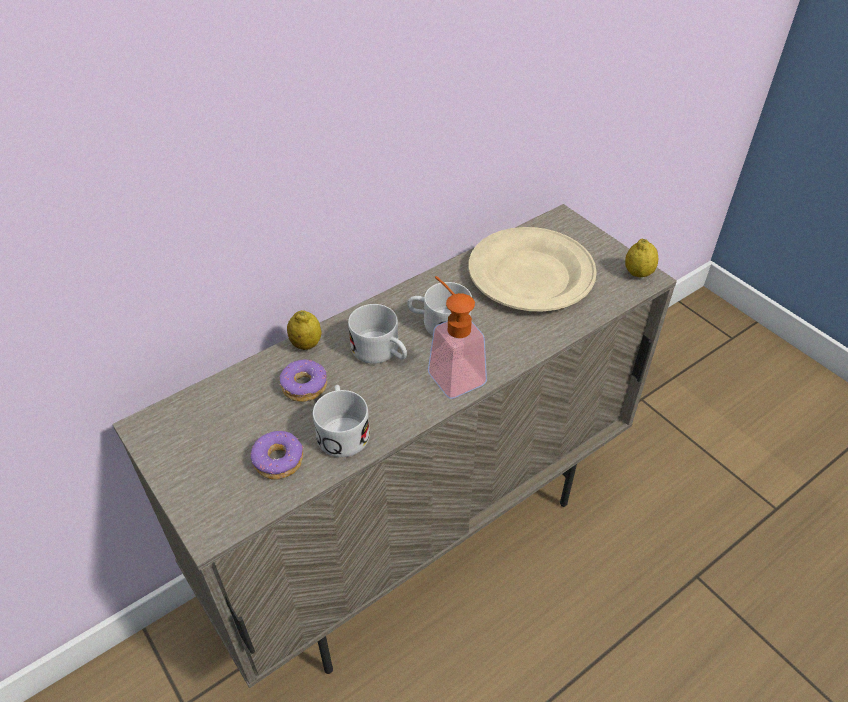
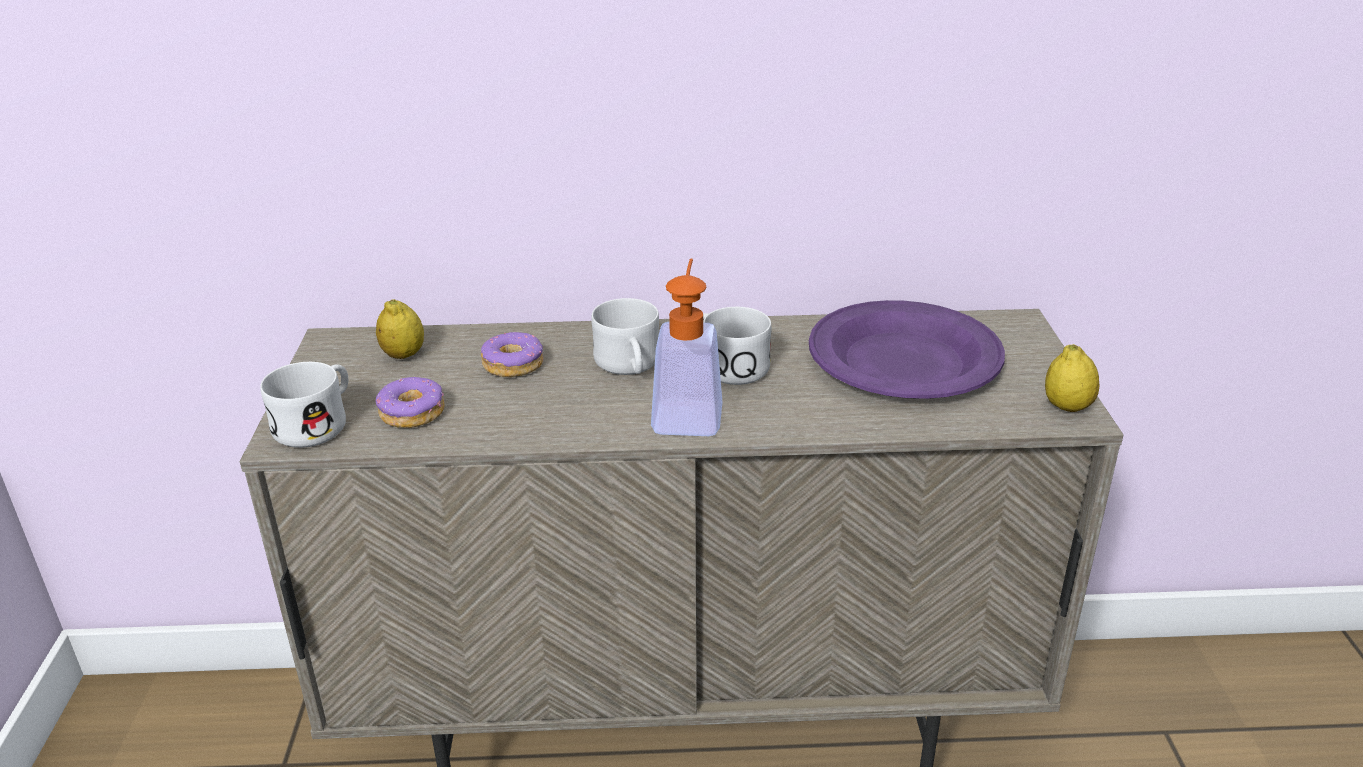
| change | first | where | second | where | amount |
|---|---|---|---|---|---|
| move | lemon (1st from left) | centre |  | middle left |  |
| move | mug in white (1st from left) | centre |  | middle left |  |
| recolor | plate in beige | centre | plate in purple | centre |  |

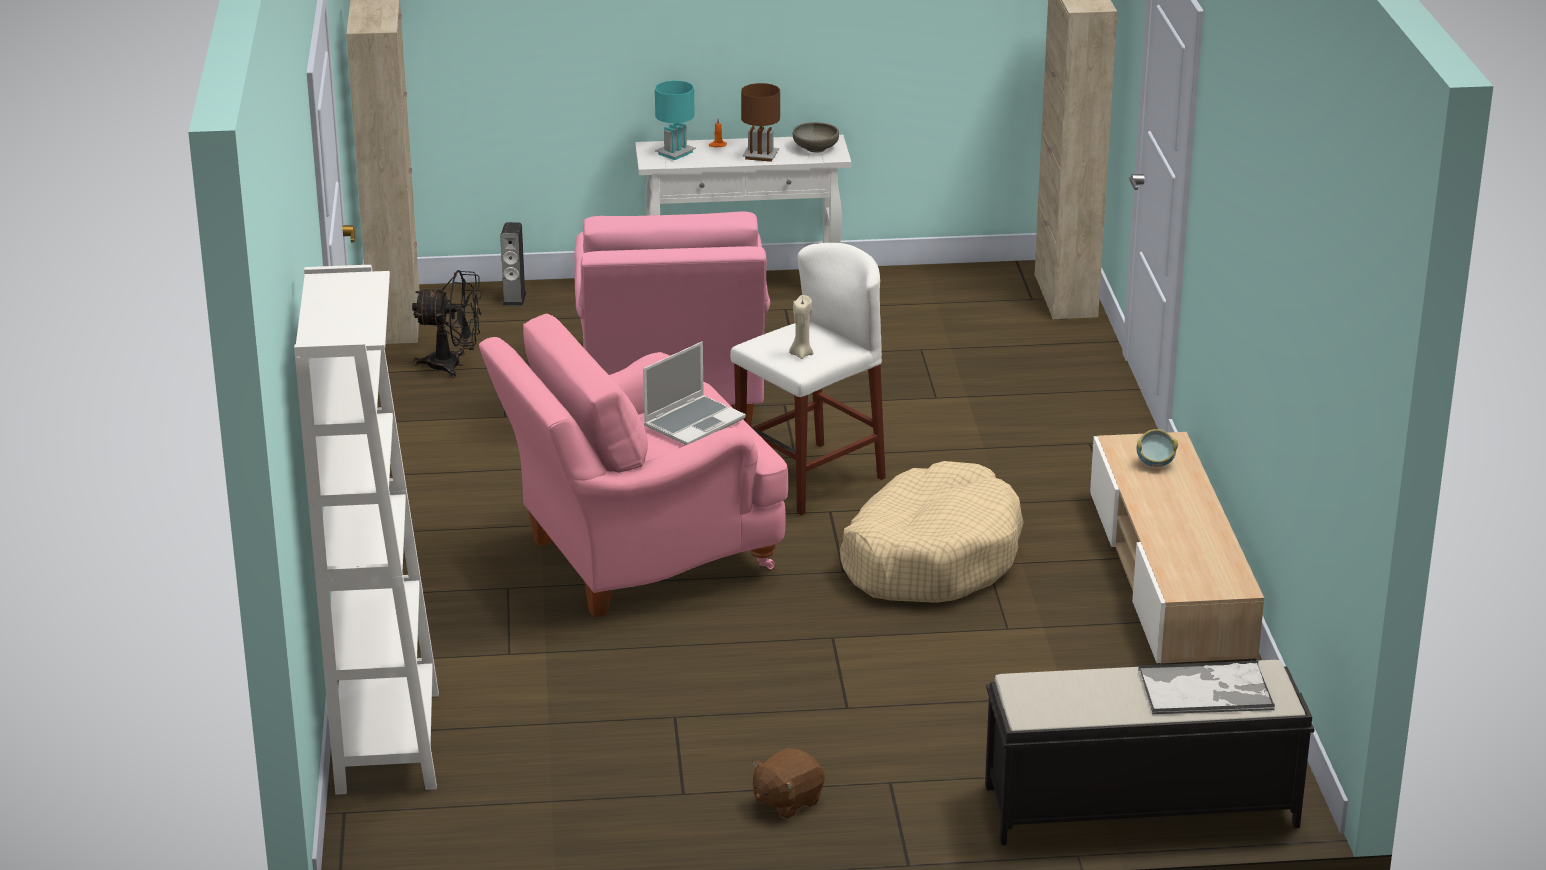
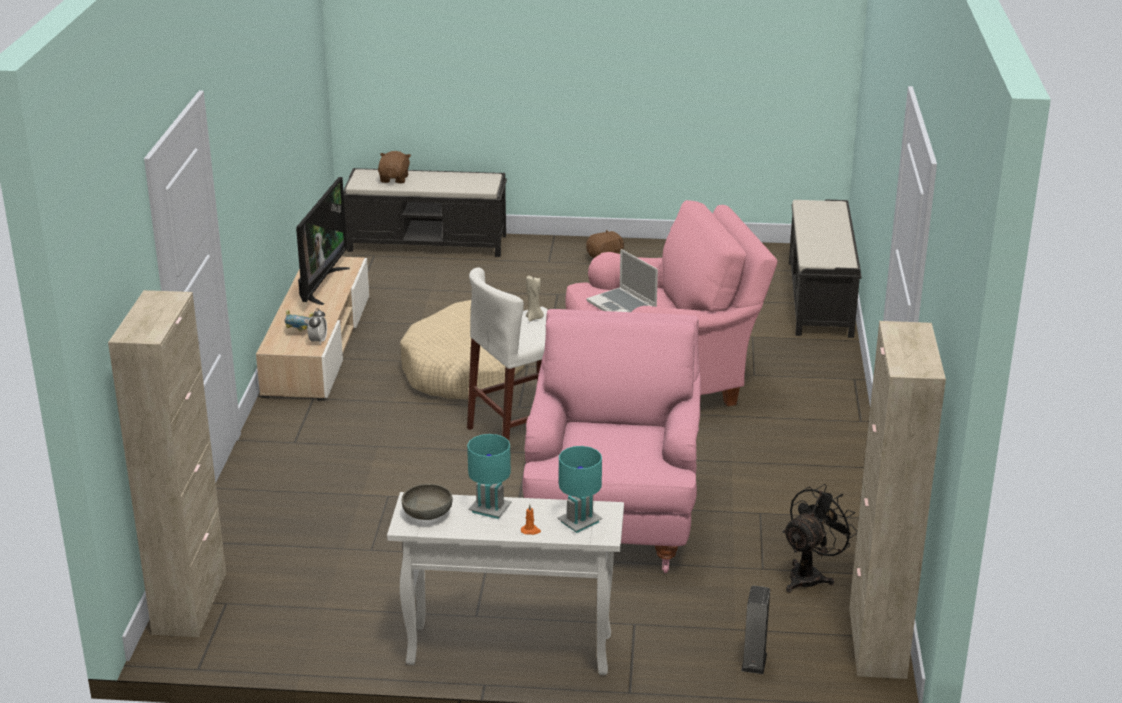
| change | first | where | second | where | amount |
|---|---|---|---|---|---|
| insert |  |  | television | middle left |  |
| insert |  |  | alarm clock | middle left |  |
| replace | bookcase in white | middle left | bench in black (2nd from left) | middle right |  |
| replace | tray | bottom right | plush toy in brown (1st from left) | top centre |  |
| recolor | table lamp in brown | top centre | table lamp in turquoise (1st from left) | bottom centre |  |
| rotate | fan in black | middle left |  | bottom right | 120 degrees clockwise |
| rotate | laptop | centre |  | centre | 90 degrees counterclockwise |

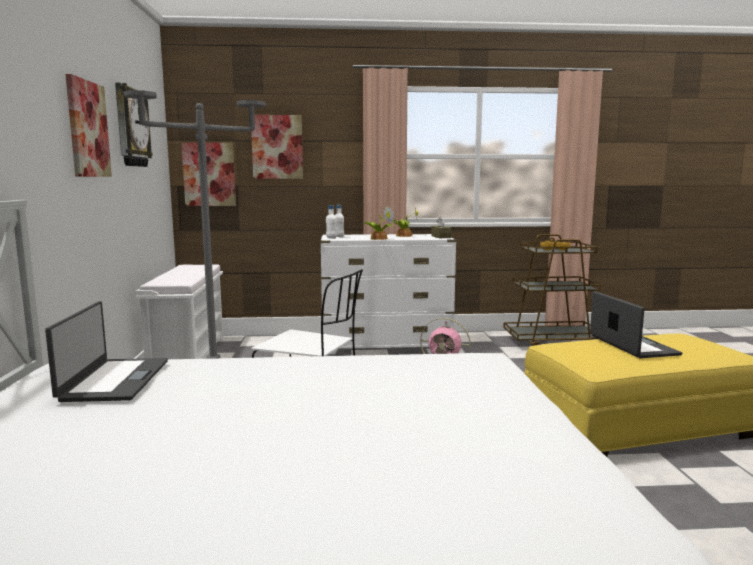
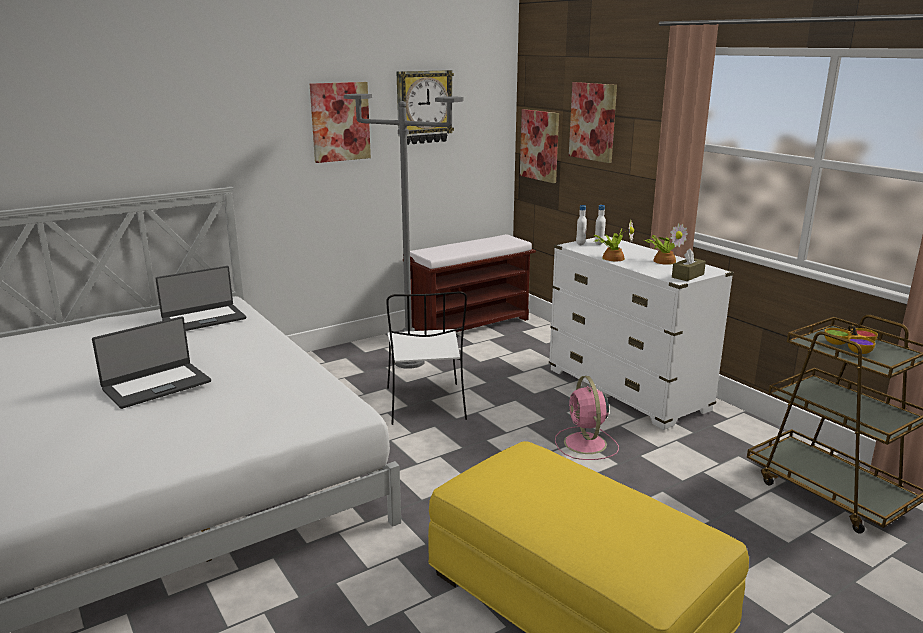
| change | first | where | second | where | amount |
|---|---|---|---|---|---|
| move | laptop (2nd from left in the first image) | middle right | laptop (1st from left) | middle left |  |
| recolor | bench in white | middle left | bench in brown | centre |  |

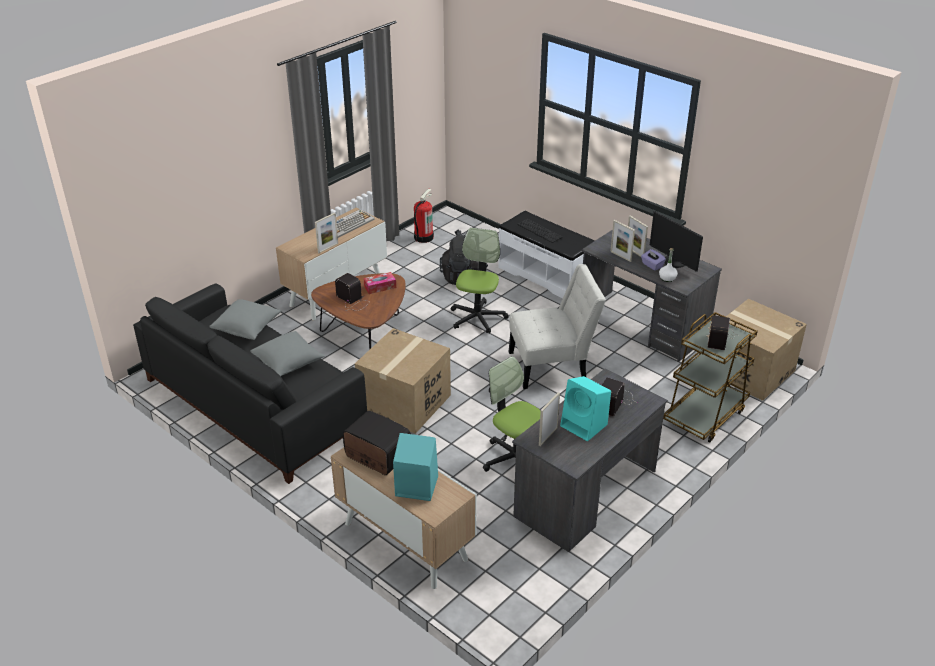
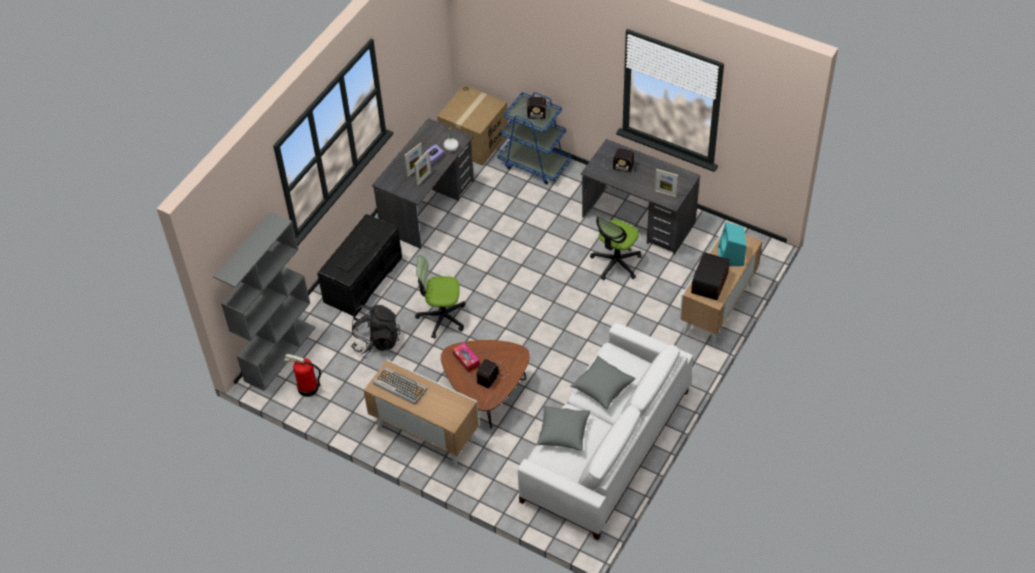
| change | first | where | second | where | amount |
|---|---|---|---|---|---|
| delete | picture frame (1st from left) | centre |  |  |  |
| delete | cardboard box (1st from left) | centre |  |  |  |
| delete | chair in white | centre |  |  |  |
| delete | speaker in turquoise (2nd from left) | centre |  |  |  |
| delete | monitor | middle right |  |  |  |
| insert |  |  | bookcase in grey | middle left |  |
| recolor | sofa in black | middle left | sofa in white | bottom centre |  |
| recolor | bench in white | centre | bench in black | centre |  |
| recolor | cart in brown | middle right | cart in blue | top centre |  |

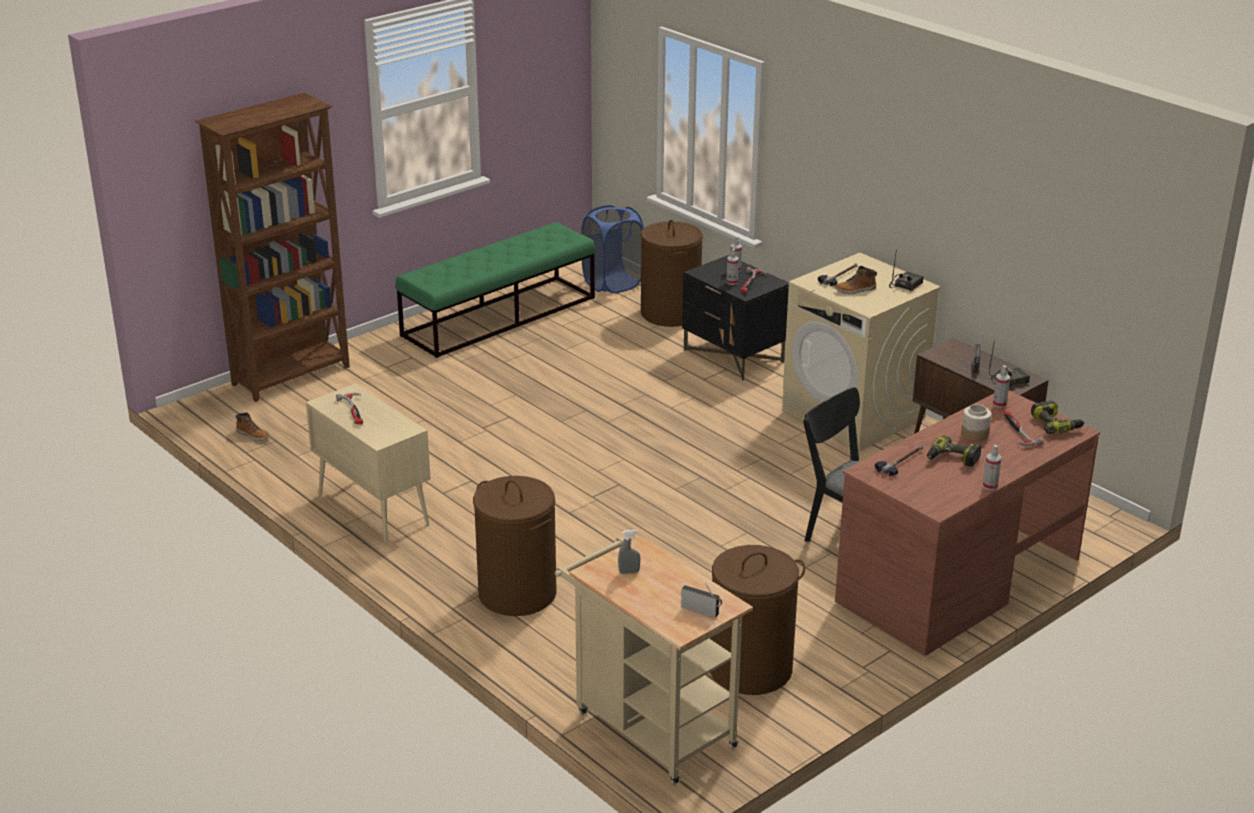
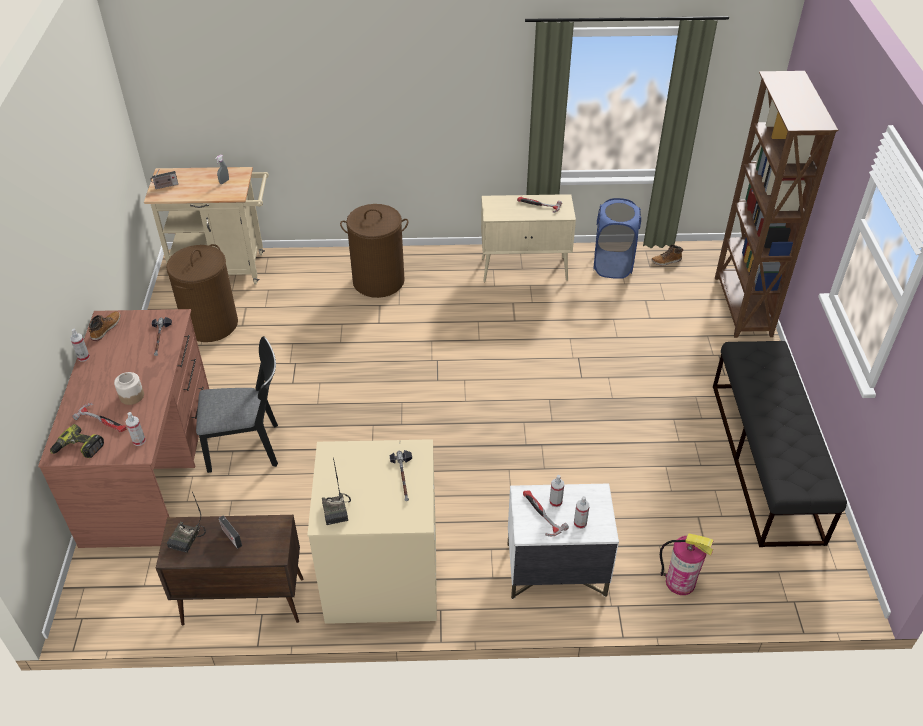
| change | first | where | second | where | amount |
|---|---|---|---|---|---|
| delete | power drill (1st from left) | middle right |  |  |  |
| move | laundry basket in blue | top centre |  | top right |  |
| move | boot (2nd from left in the first image) | middle right | boot (1st from left) | middle left |  |
| replace | laundry basket in brown (2nd from left) | centre | fire extinguisher | bottom right |  |
| recolor | bench in green | centre | bench in black | middle right |  |
| recolor | nightstand in black | centre | nightstand in white | bottom centre |  |

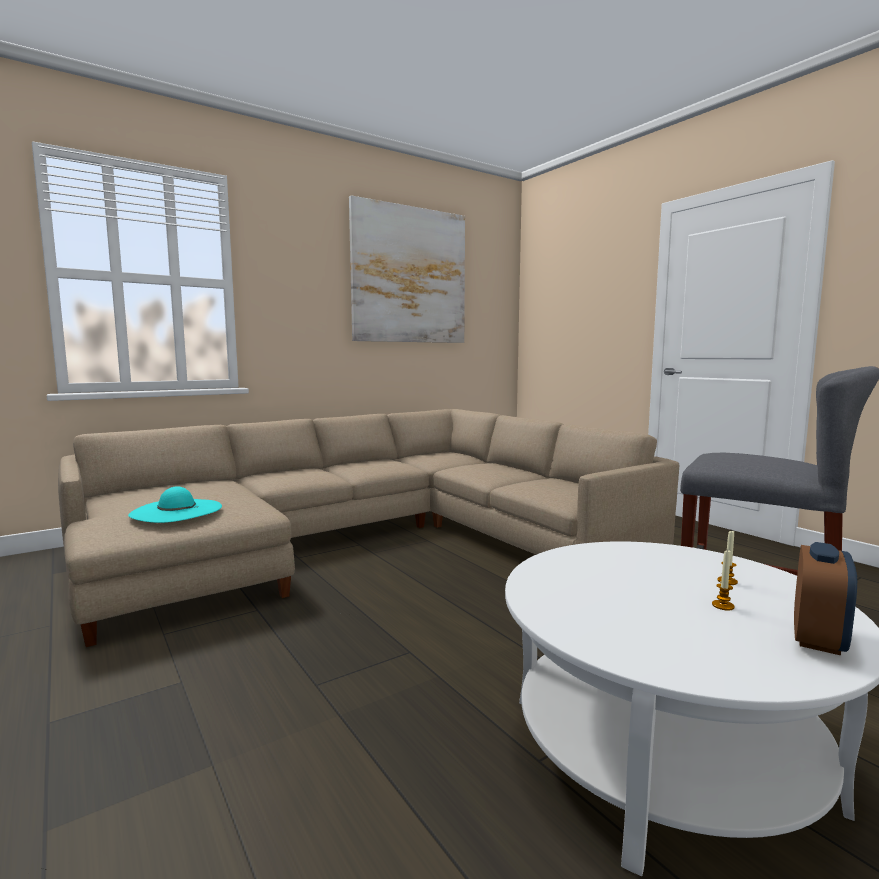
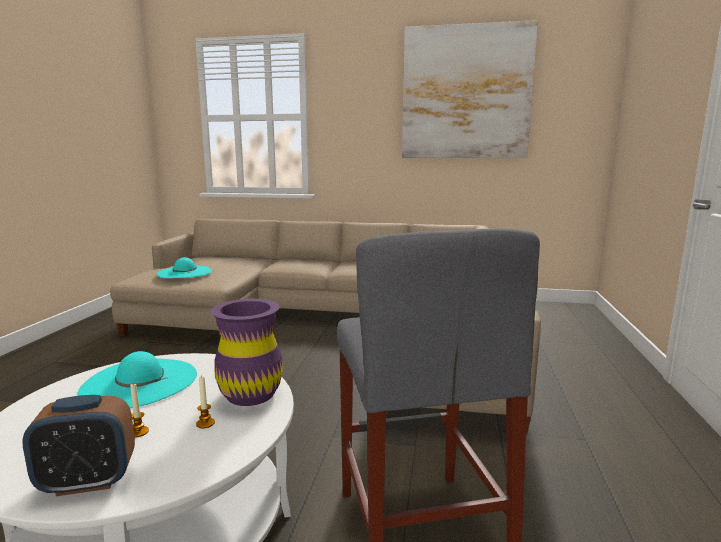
| change | first | where | second | where | amount |
|---|---|---|---|---|---|
| insert |  |  | hat in turquoise (1st from left) | bottom left |  |
| insert |  |  | vase in purple | centre |  |

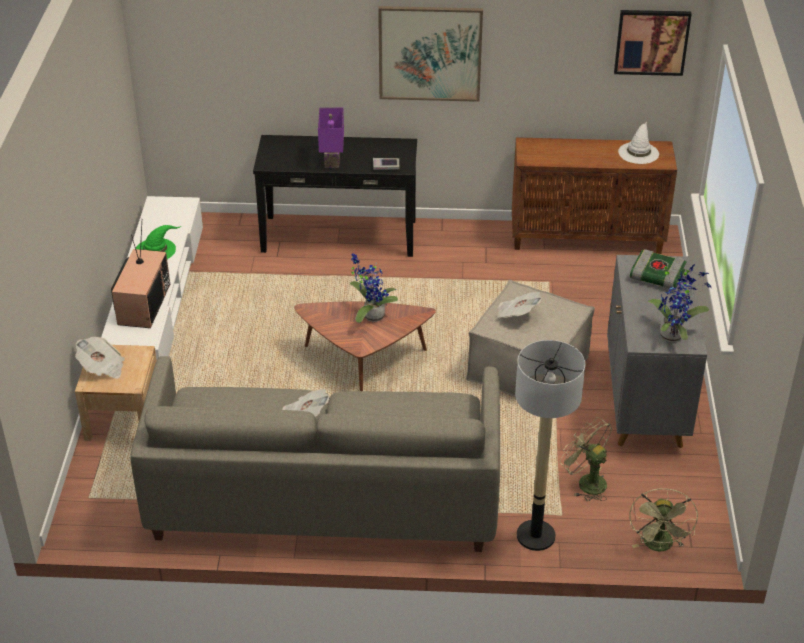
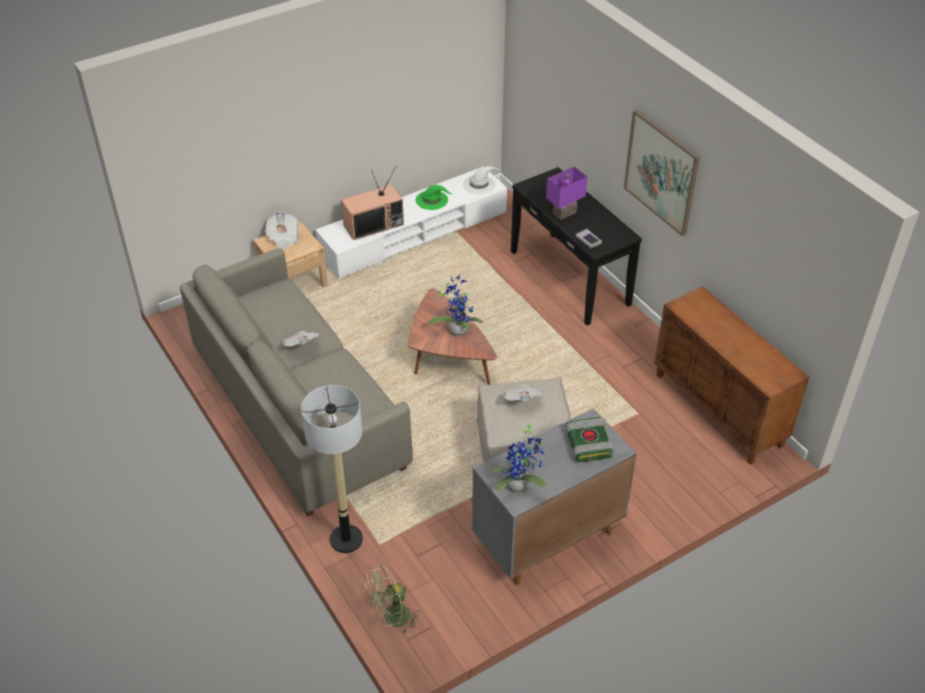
| change | first | where | second | where | amount |
|---|---|---|---|---|---|
| delete | fan in green (1st from left) | bottom right |  |  |  |
| delete | picture (2nd from left) | top right |  |  |  |
| move | hat in white | top right |  | top centre |  |

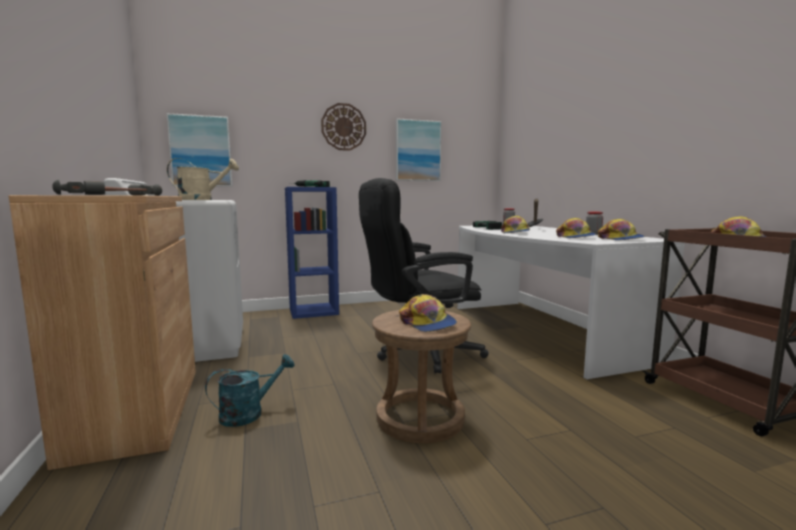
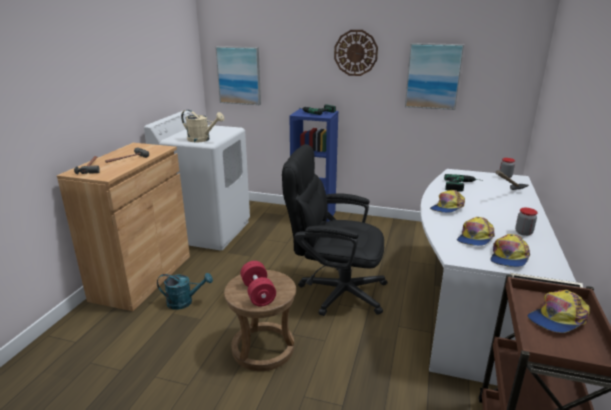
| change | first | where | second | where | amount |
|---|---|---|---|---|---|
| replace | cap (1st from left) | centre | dumbbell in red | bottom centre |  |

